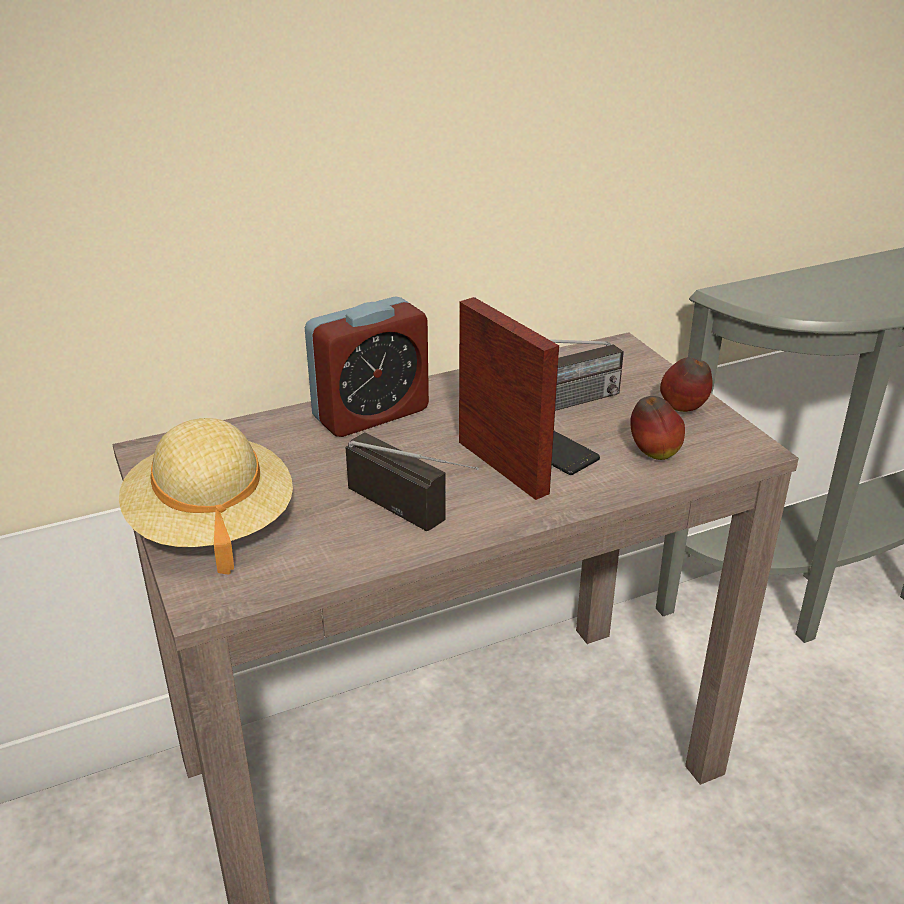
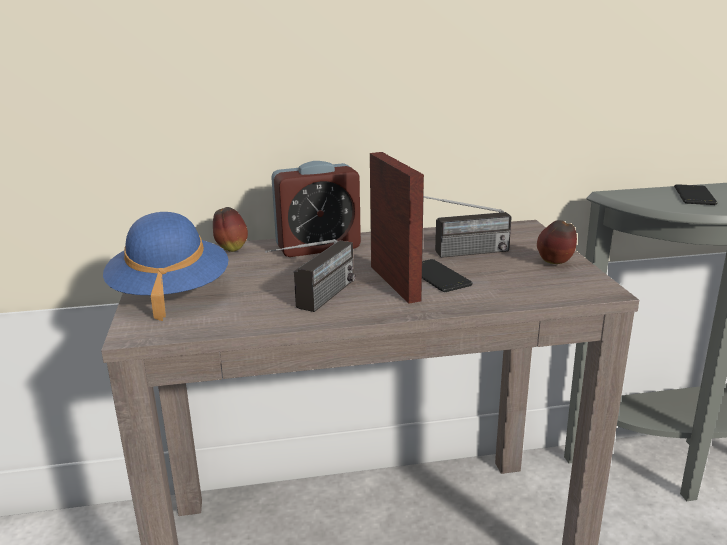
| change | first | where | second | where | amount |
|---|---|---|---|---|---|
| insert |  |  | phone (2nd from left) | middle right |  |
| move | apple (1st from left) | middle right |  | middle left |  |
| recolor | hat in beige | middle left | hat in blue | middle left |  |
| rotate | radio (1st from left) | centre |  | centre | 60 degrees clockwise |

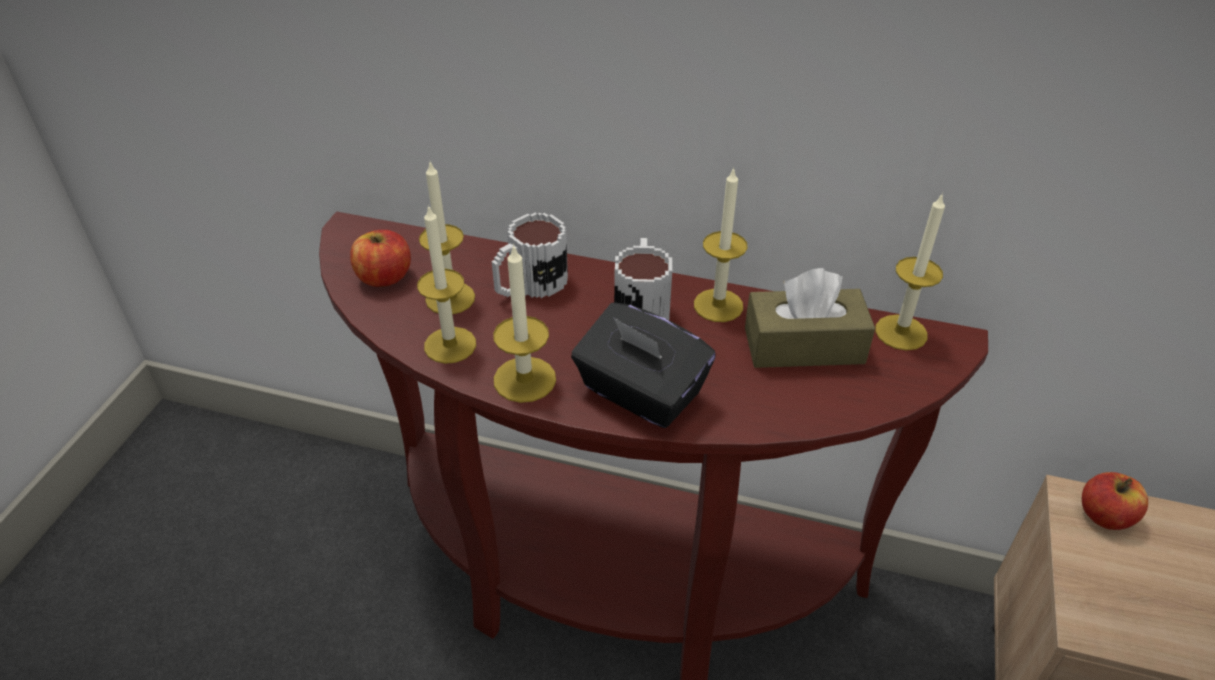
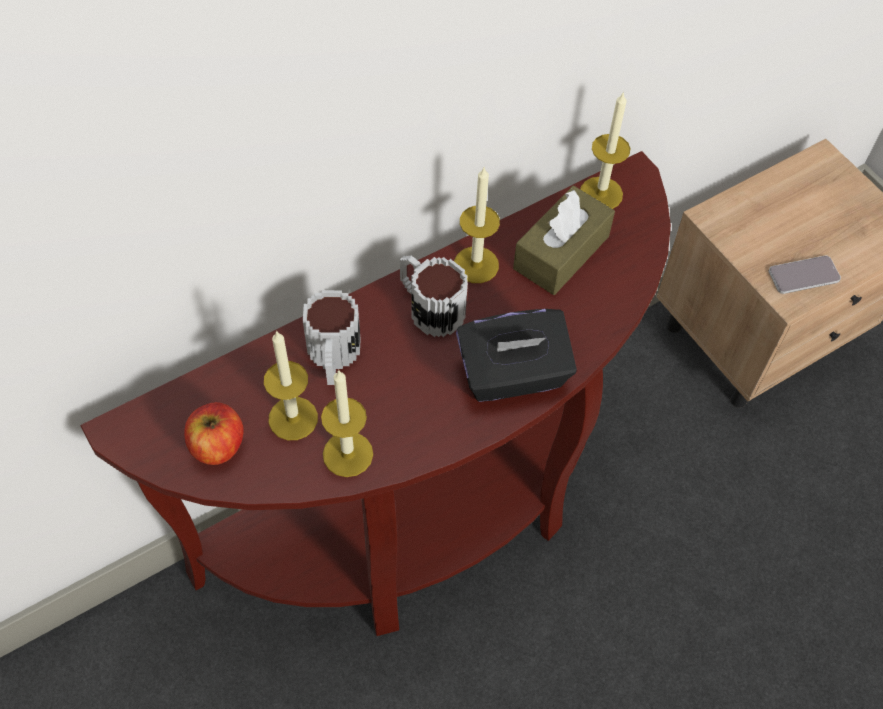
| change | first | where | second | where | amount |
|---|---|---|---|---|---|
| delete | candle (3rd from left) | centre |  |  |  |
| delete | apple (2nd from left) | bottom right |  |  |  |
| insert |  |  | phone | middle right |  |

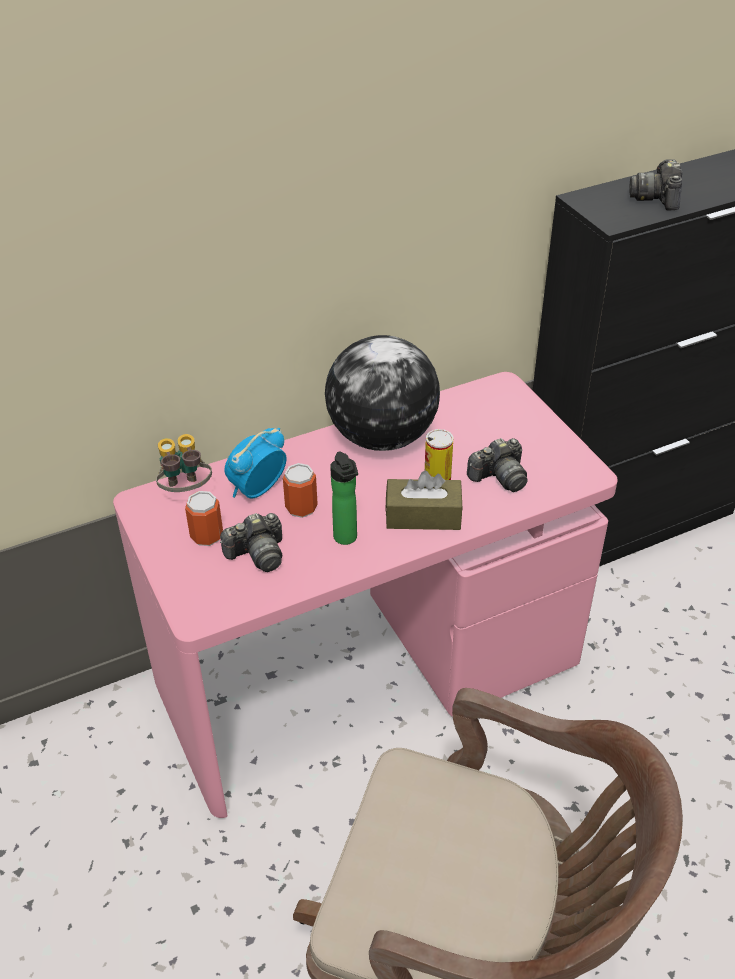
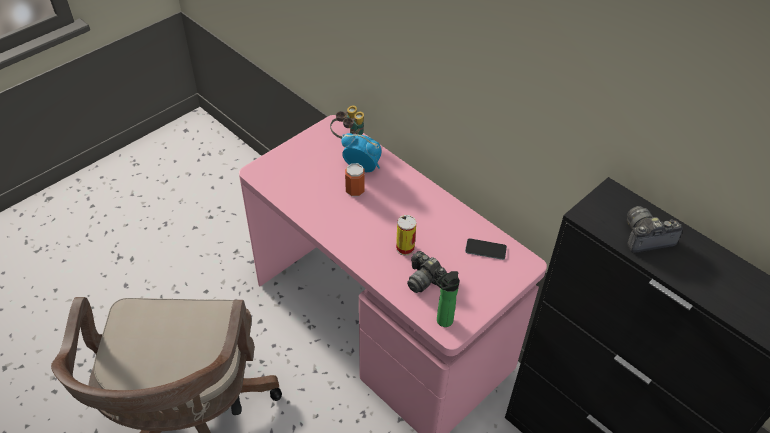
| change | first | where | second | where | amount |
|---|---|---|---|---|---|
| delete | can (1st from left) | middle left |  |  |  |
| delete | photo camera (1st from left) | centre |  |  |  |
| delete | globe | centre |  |  |  |
| delete | tissue box in brown | centre |  |  |  |
| insert |  |  | phone | centre |  |
| move | bottle | centre |  | bottom centre |  |

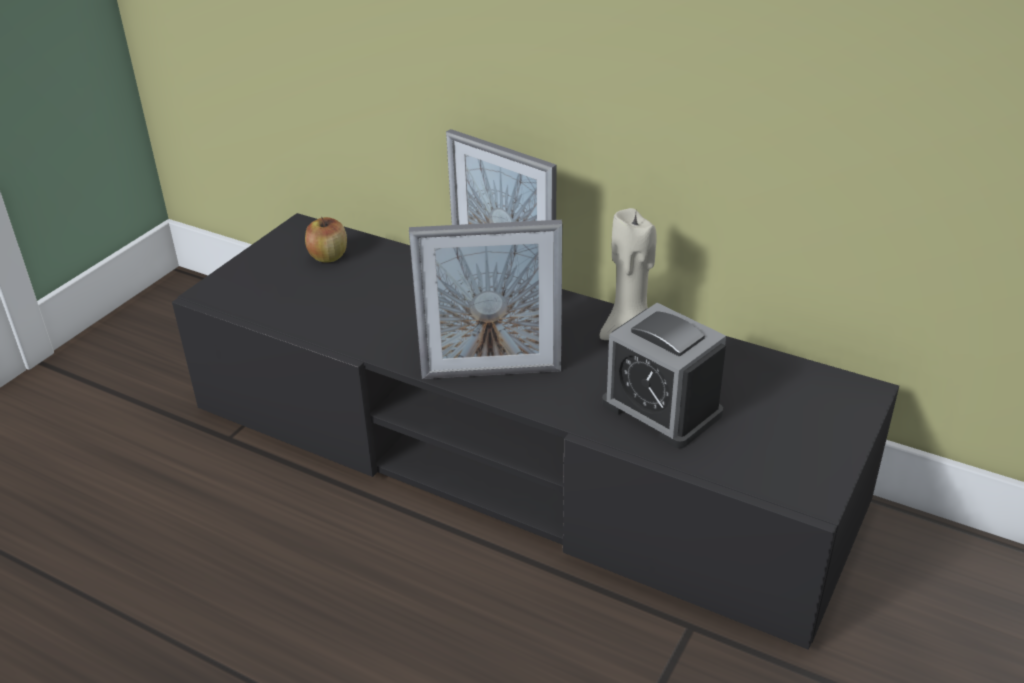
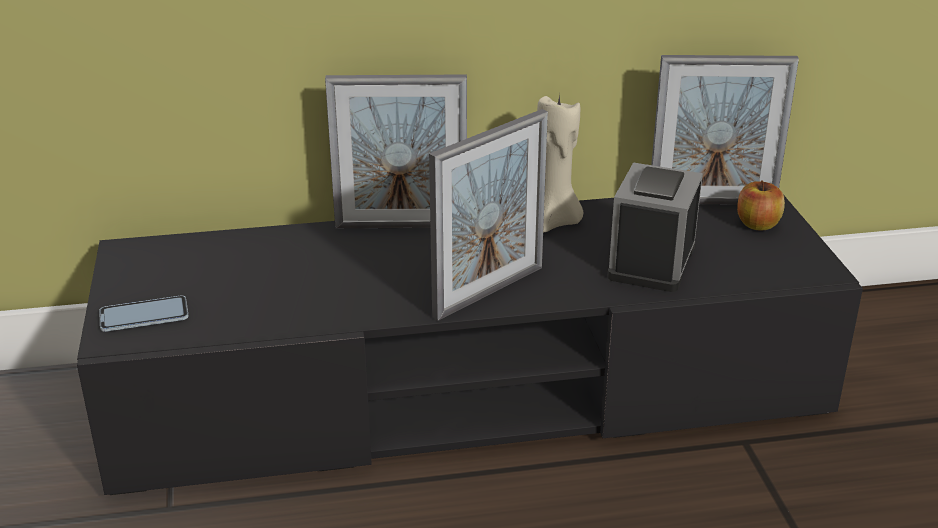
| change | first | where | second | where | amount |
|---|---|---|---|---|---|
| insert |  |  | phone | middle left |  |
| insert |  |  | picture frame (3rd from left) | top right |  |
| move | apple | middle left |  | middle right |  |
| rotate | alarm clock | centre |  | middle right | 105 degrees clockwise |

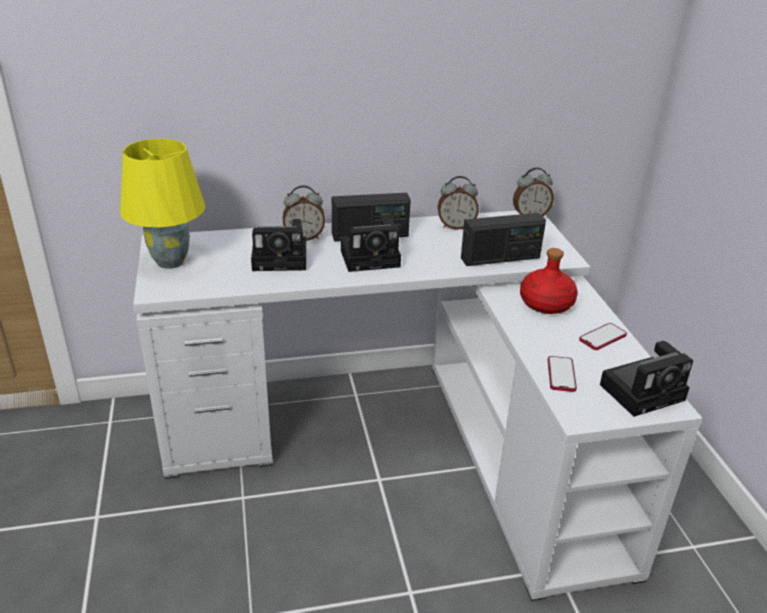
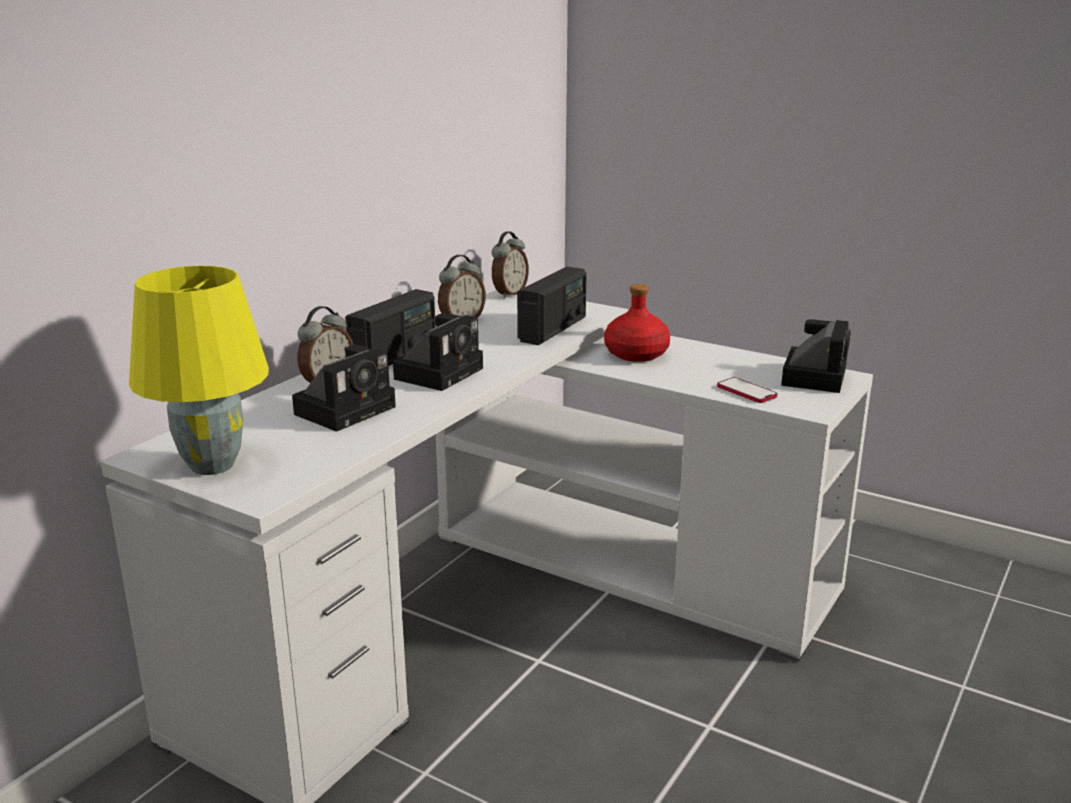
| change | first | where | second | where | amount |
|---|---|---|---|---|---|
| delete | phone (2nd from left) | middle right |  |  |  |

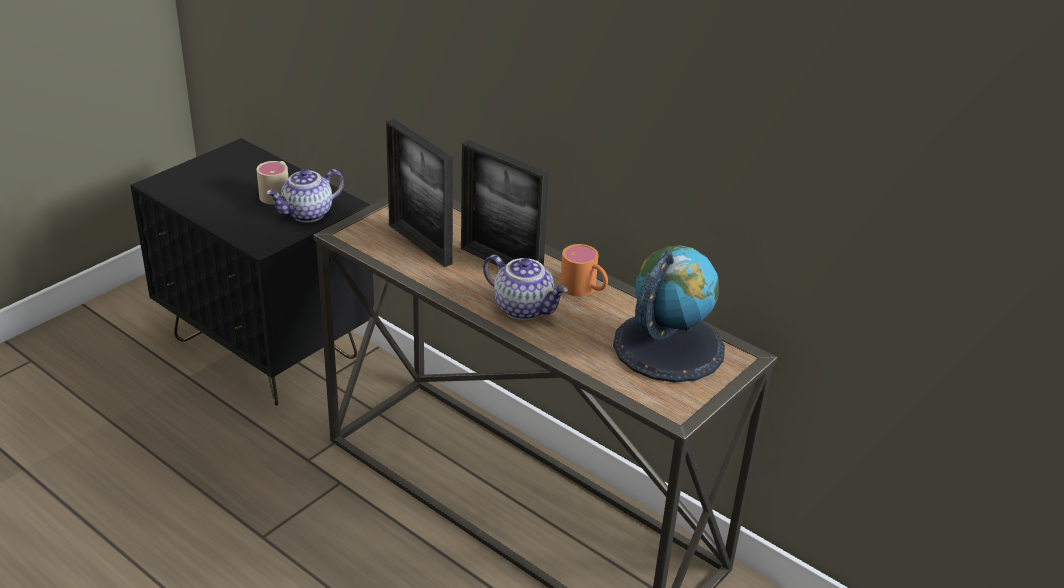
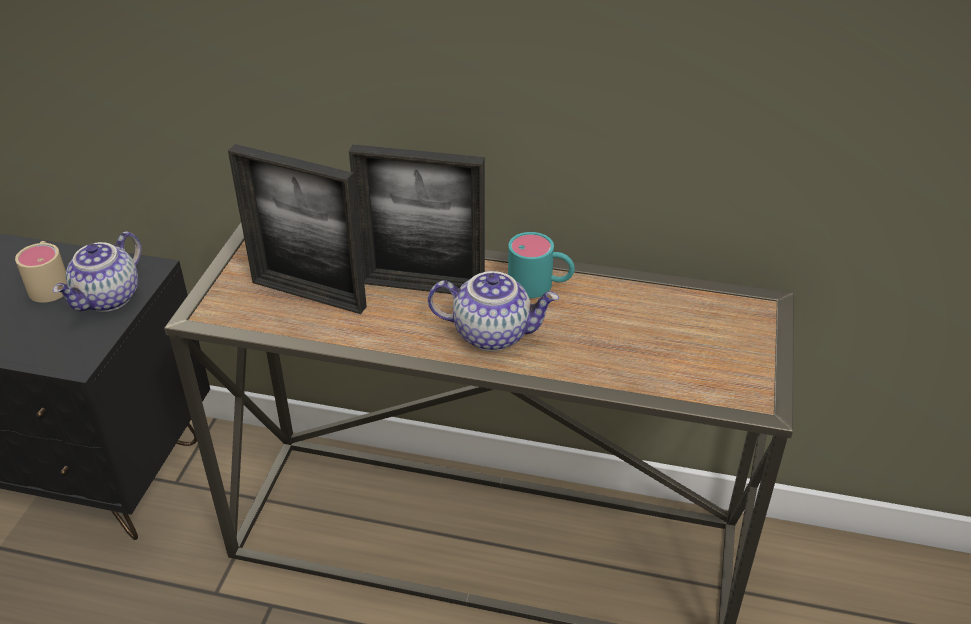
| change | first | where | second | where | amount |
|---|---|---|---|---|---|
| delete | globe | centre |  |  |  |
| recolor | mug in orange | centre | mug in turquoise | centre |  |

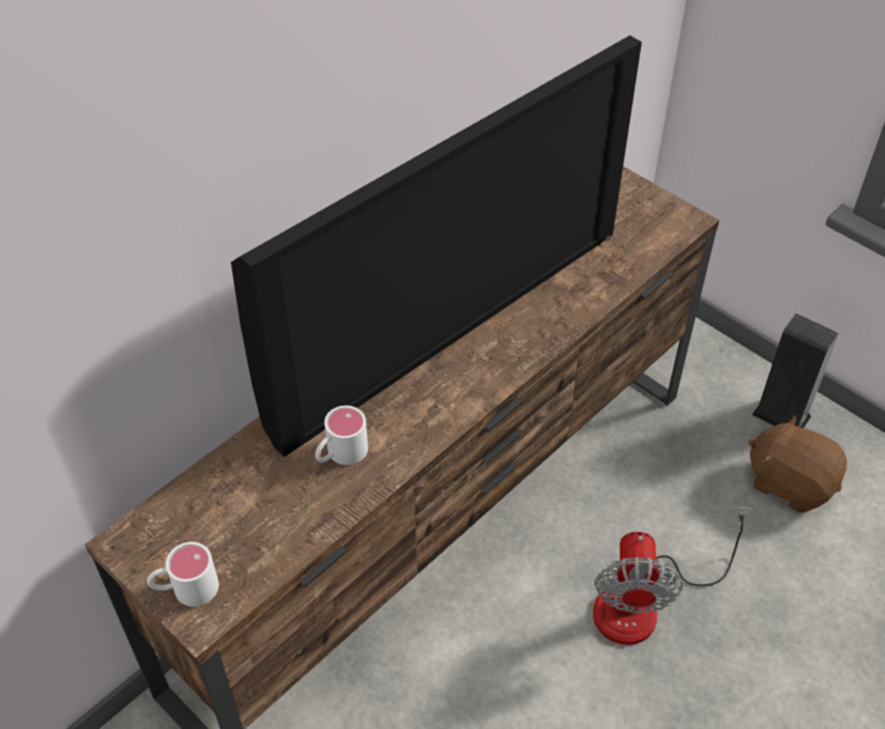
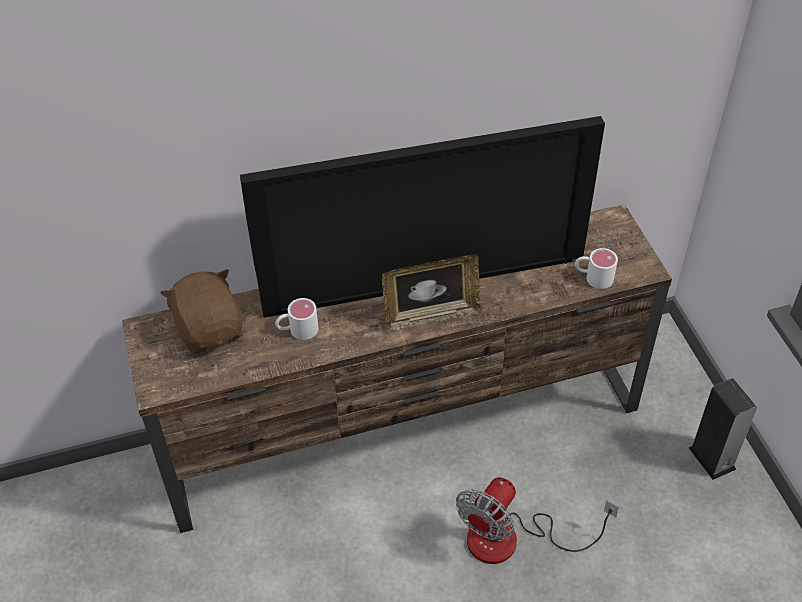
| change | first | where | second | where | amount |
|---|---|---|---|---|---|
| insert |  |  | picture frame | centre |  |
| move | mug in white (1st from left in the first image) | bottom left | mug in white (2nd from left) | middle right |  |
| move | plush toy in brown | middle right |  | middle left |  |

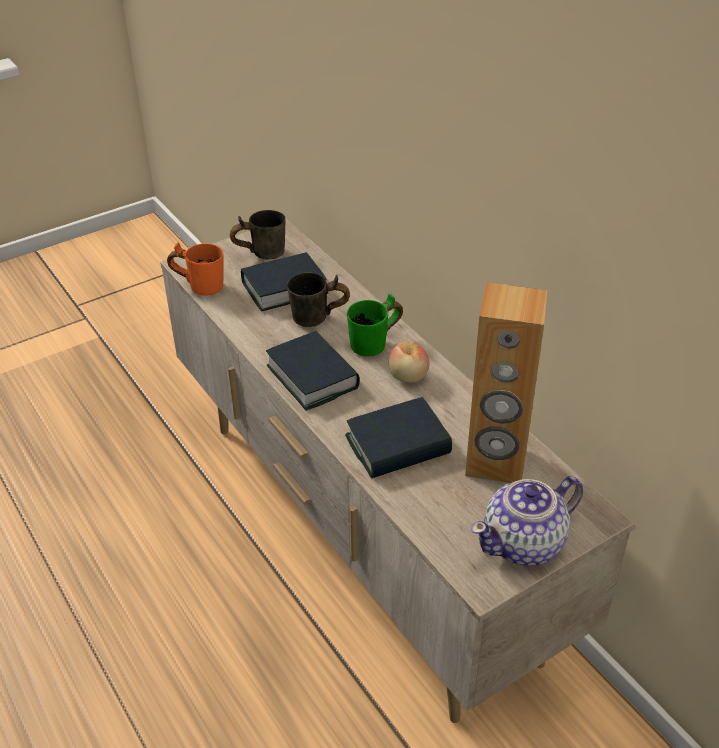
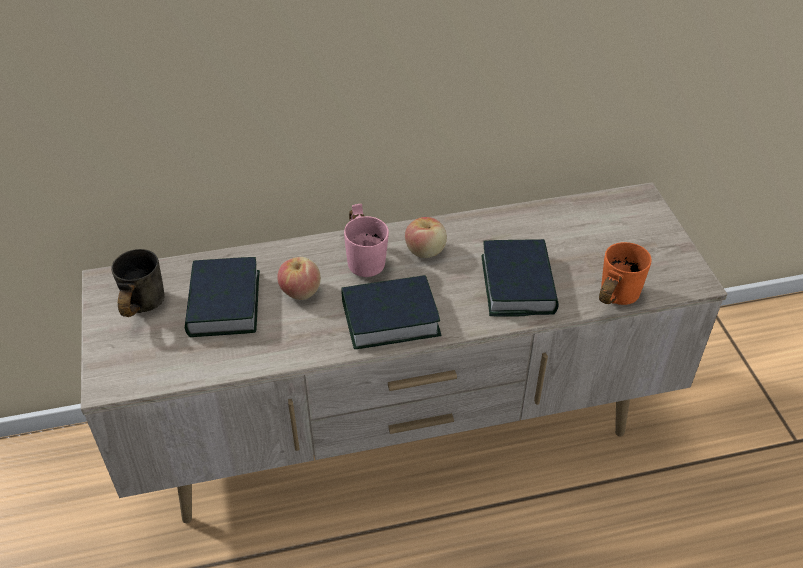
| change | first | where | second | where | amount |
|---|---|---|---|---|---|
| delete | speaker in brown | middle right |  |  |  |
| delete | teapot | bottom right |  |  |  |
| move | mug in orange | middle left |  | middle right |  |
| replace | mug in grey (2nd from left) | centre | apple (1st from left) | centre |  |
| recolor | mug in green | centre | mug in pink | centre |  |

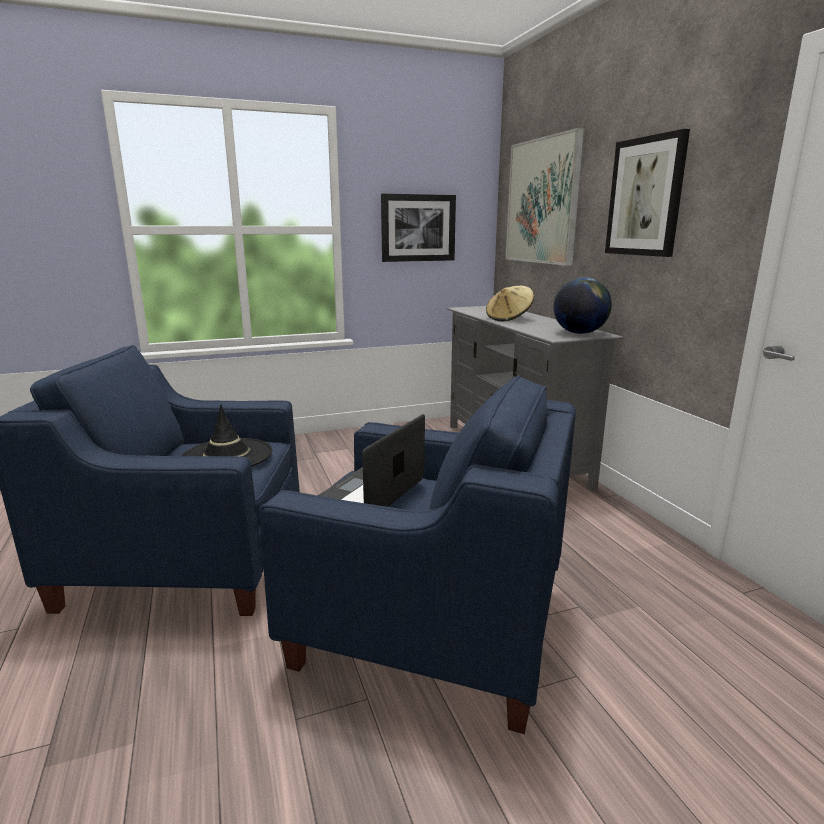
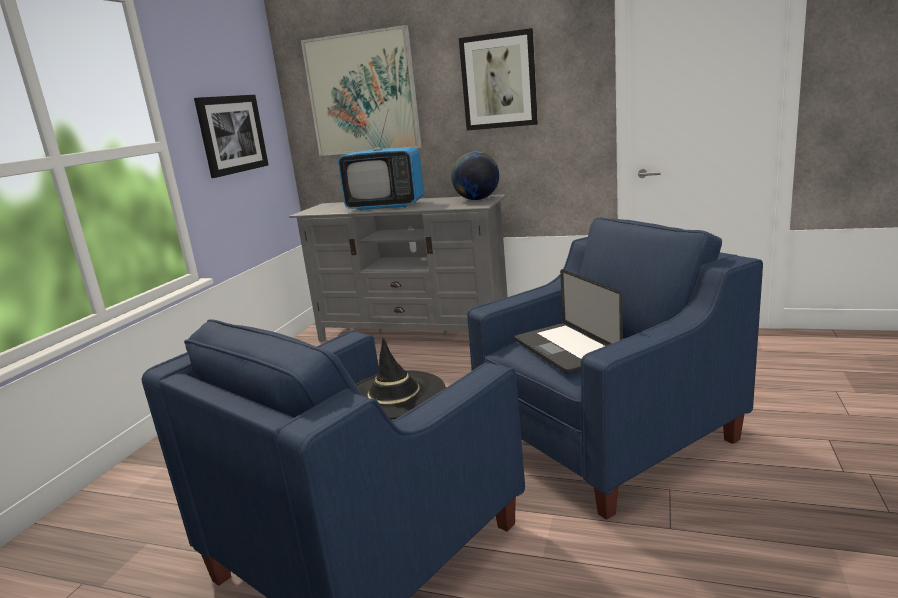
| change | first | where | second | where | amount |
|---|---|---|---|---|---|
| replace | hat in beige | centre | television | top centre |  |

